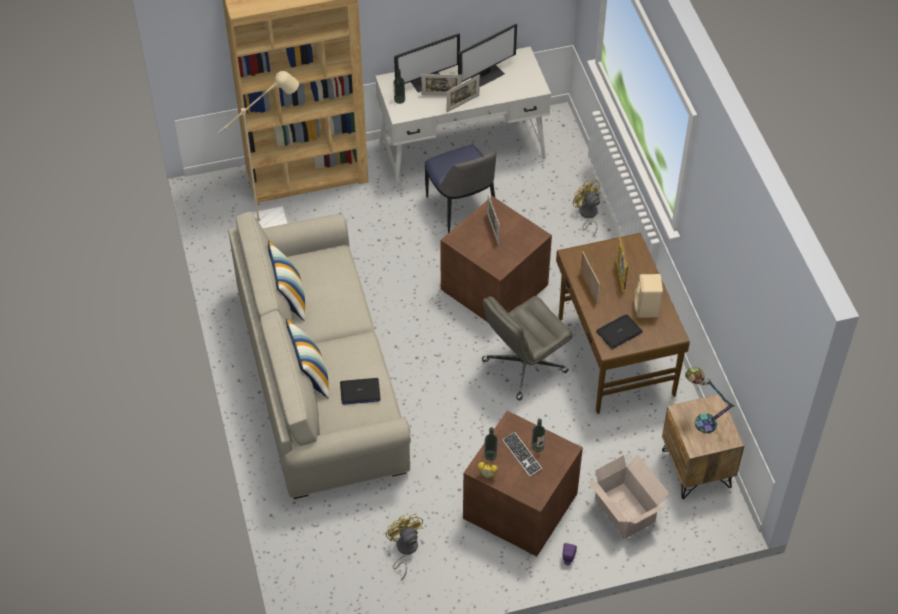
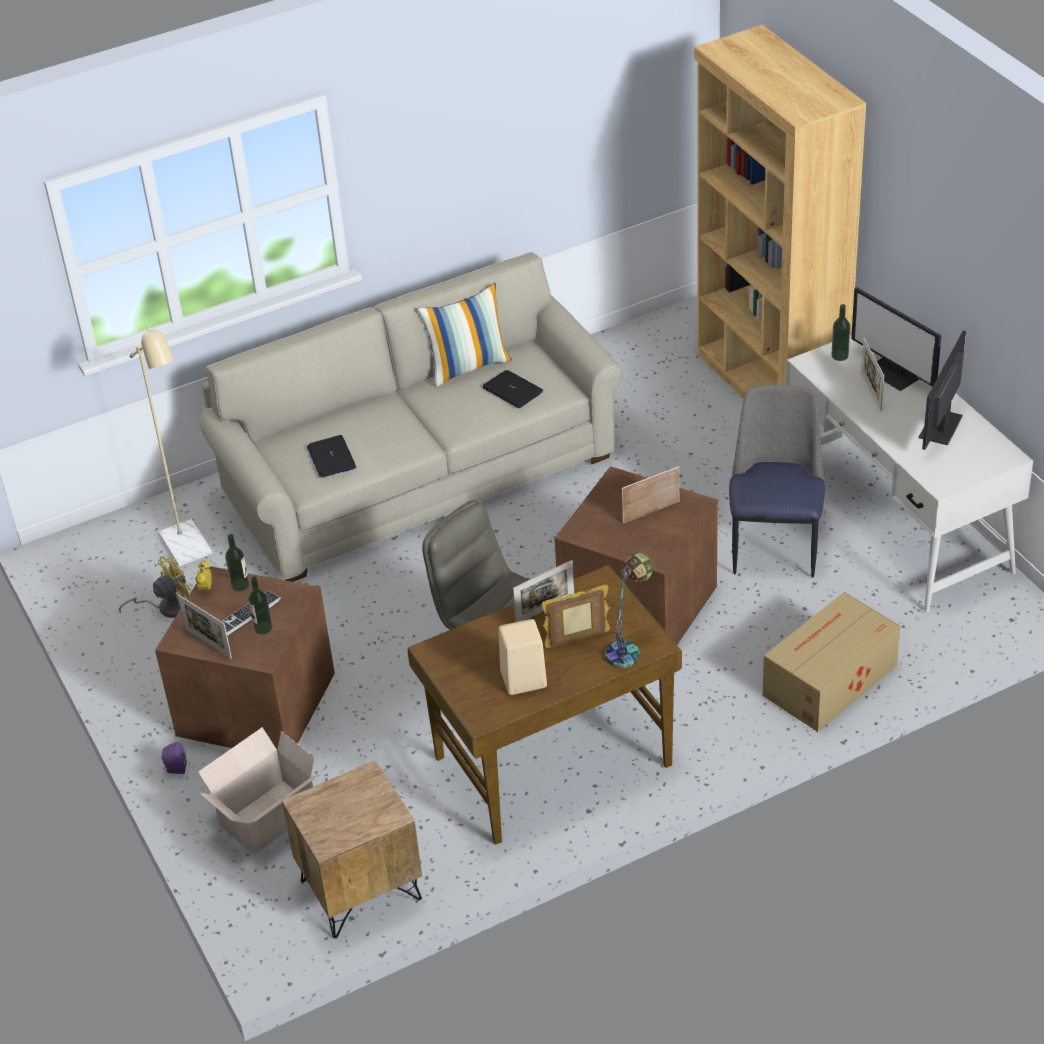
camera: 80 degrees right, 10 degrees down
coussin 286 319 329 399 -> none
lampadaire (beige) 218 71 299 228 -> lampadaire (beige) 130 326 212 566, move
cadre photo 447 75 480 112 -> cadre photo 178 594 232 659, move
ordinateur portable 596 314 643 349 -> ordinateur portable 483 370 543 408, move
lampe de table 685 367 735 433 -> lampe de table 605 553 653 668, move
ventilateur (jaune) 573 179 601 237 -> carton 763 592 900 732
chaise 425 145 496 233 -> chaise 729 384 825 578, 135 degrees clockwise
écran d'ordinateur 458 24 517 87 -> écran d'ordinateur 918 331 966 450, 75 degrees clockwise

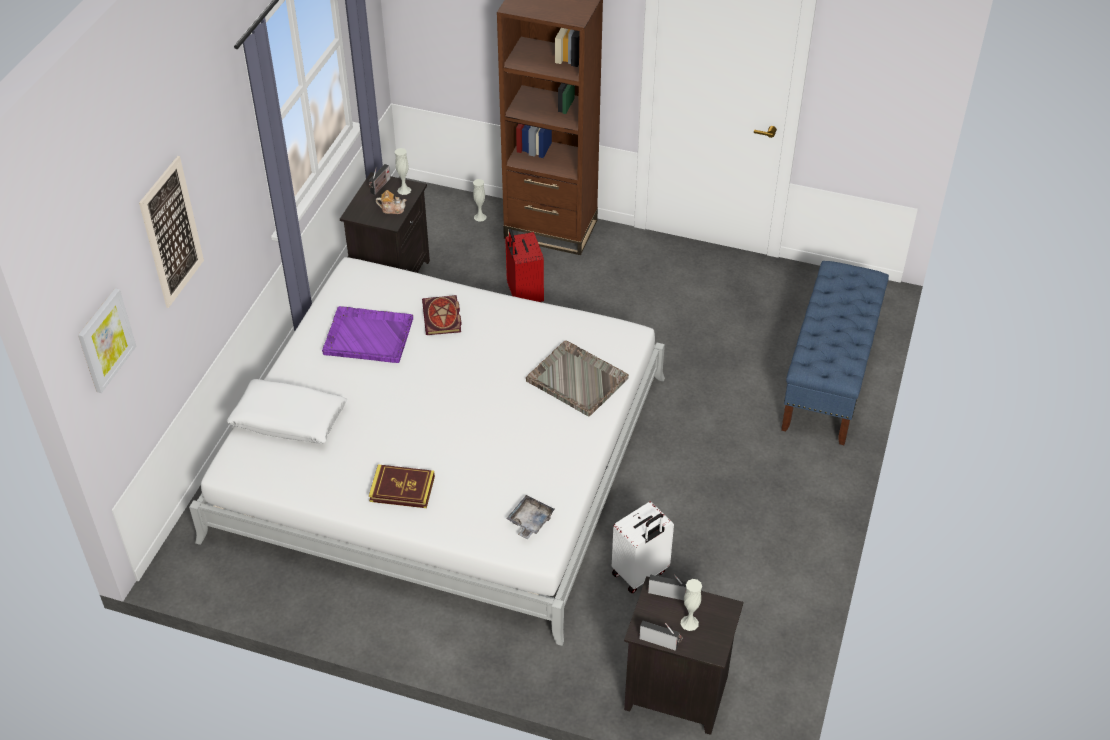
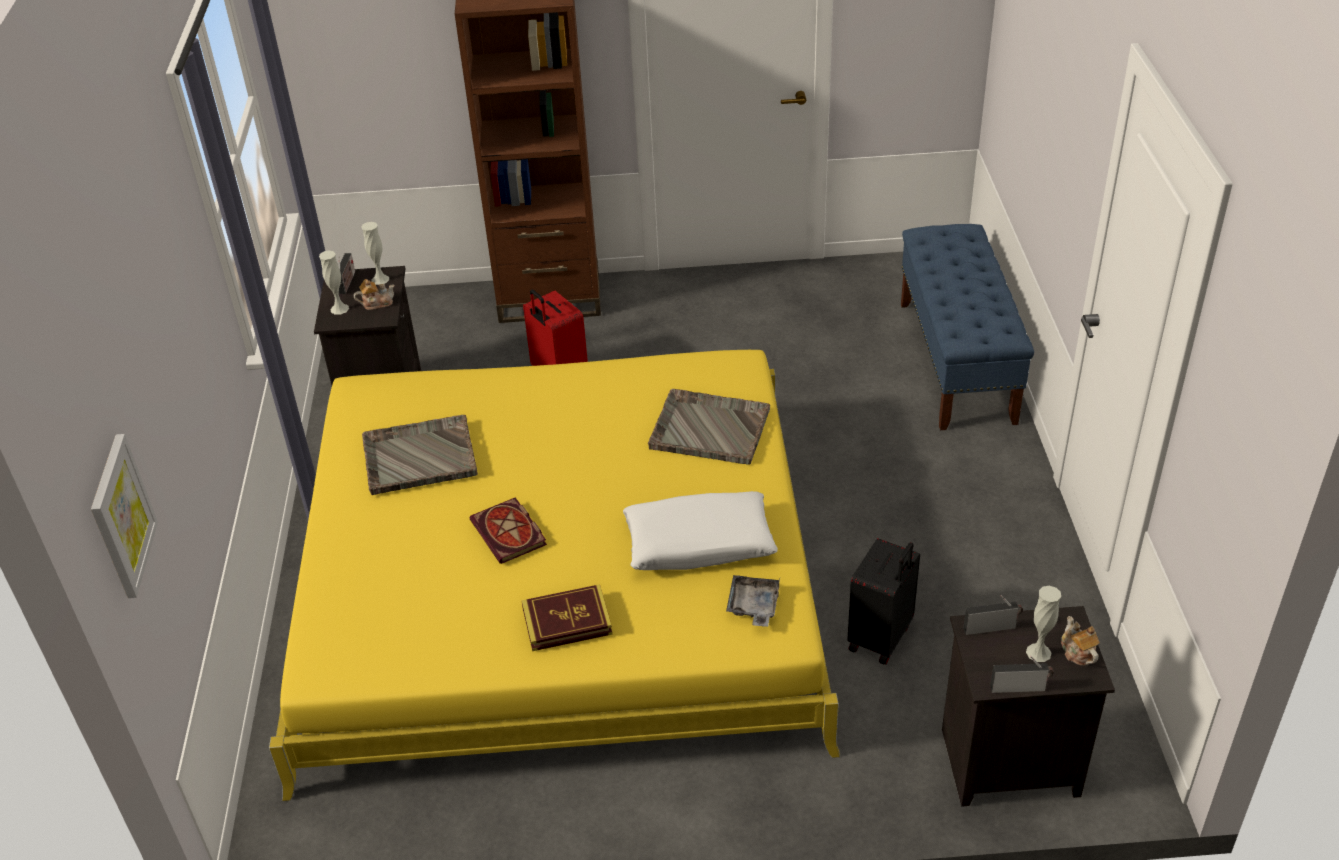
camera: 20 degrees left, 5 degrees down
tableau 139 156 204 308 -> none
none -> théière 1061 616 1100 666
coussin (blanc) 227 379 347 444 -> coussin (blanc) 623 491 778 570, move
livre 422 295 462 335 -> livre 470 498 547 564, move
vase (blanc) 473 179 487 222 -> vase (blanc) 319 251 349 315, move
lit (blanc) 189 257 665 646 -> lit (jaune) 269 350 840 801
plateau (violet) 322 306 413 363 -> plateau (gris) 362 415 478 495
valise (blanc) 612 502 674 593 -> valise (noir) 847 538 920 664

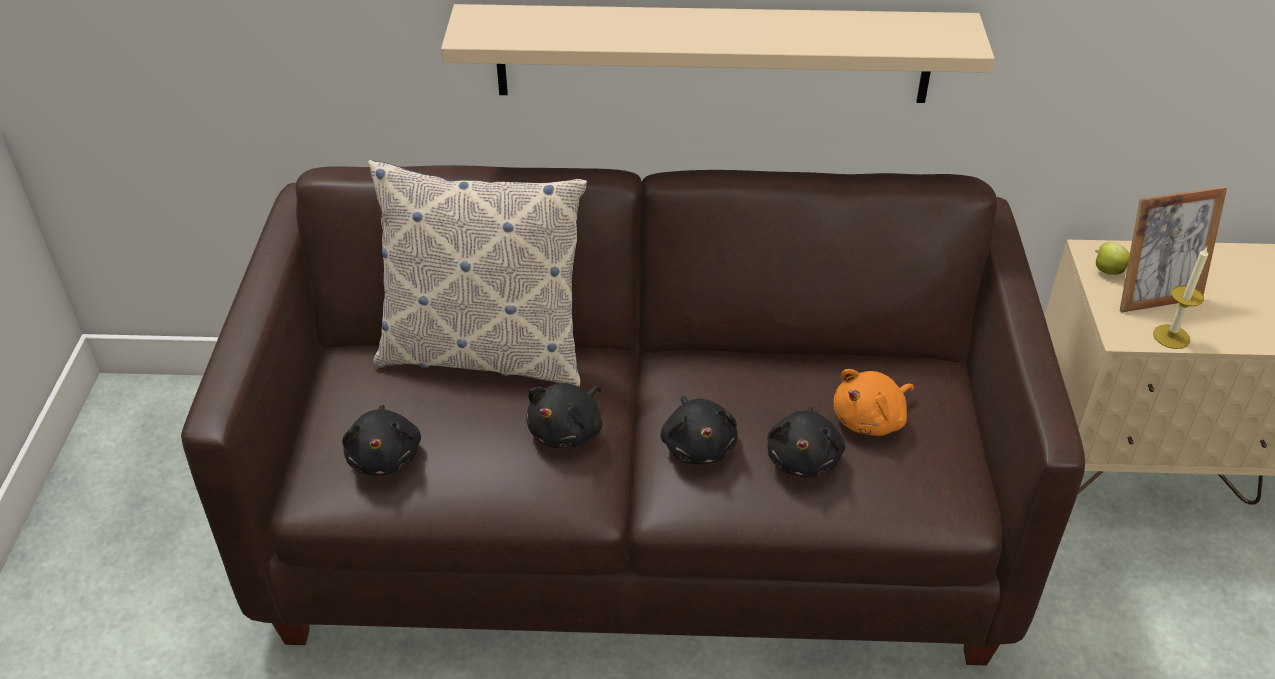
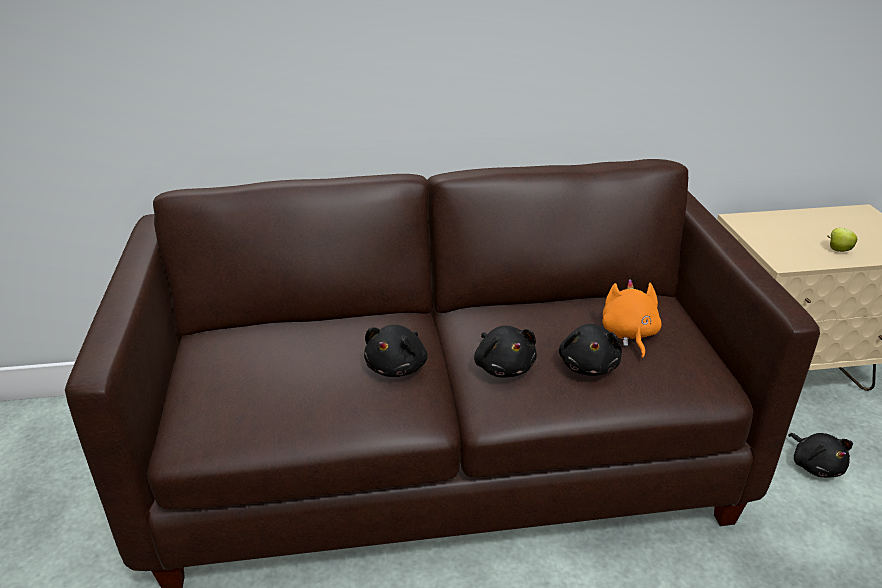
camera: 10 degrees left, 10 degrees down
coussin 368 160 587 387 -> none
étagère (beige) 441 4 995 103 -> none
cadre photo 1120 186 1227 313 -> none
bougie 1153 247 1208 349 -> none
peluche (noir) 342 405 421 475 -> peluche (noir) 788 433 853 477, move
pomme 1095 242 1130 275 -> pomme 827 228 857 252, move
peluche (orange) 833 369 914 436 -> peluche (orange) 602 279 662 359, 135 degrees clockwise

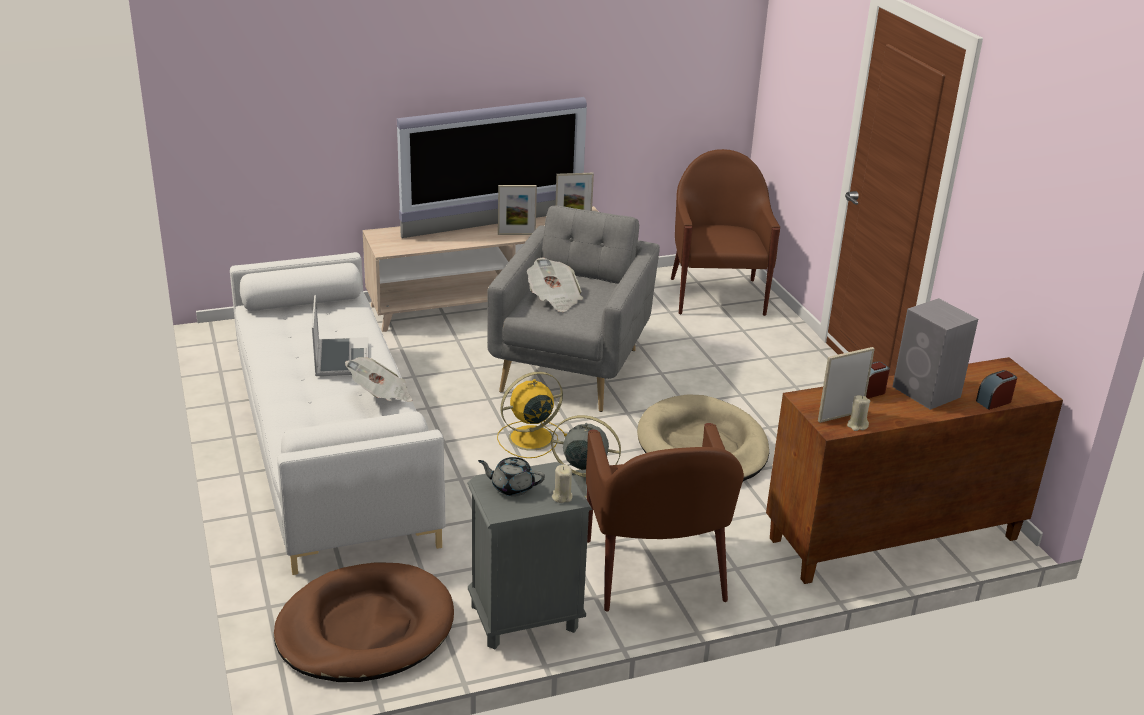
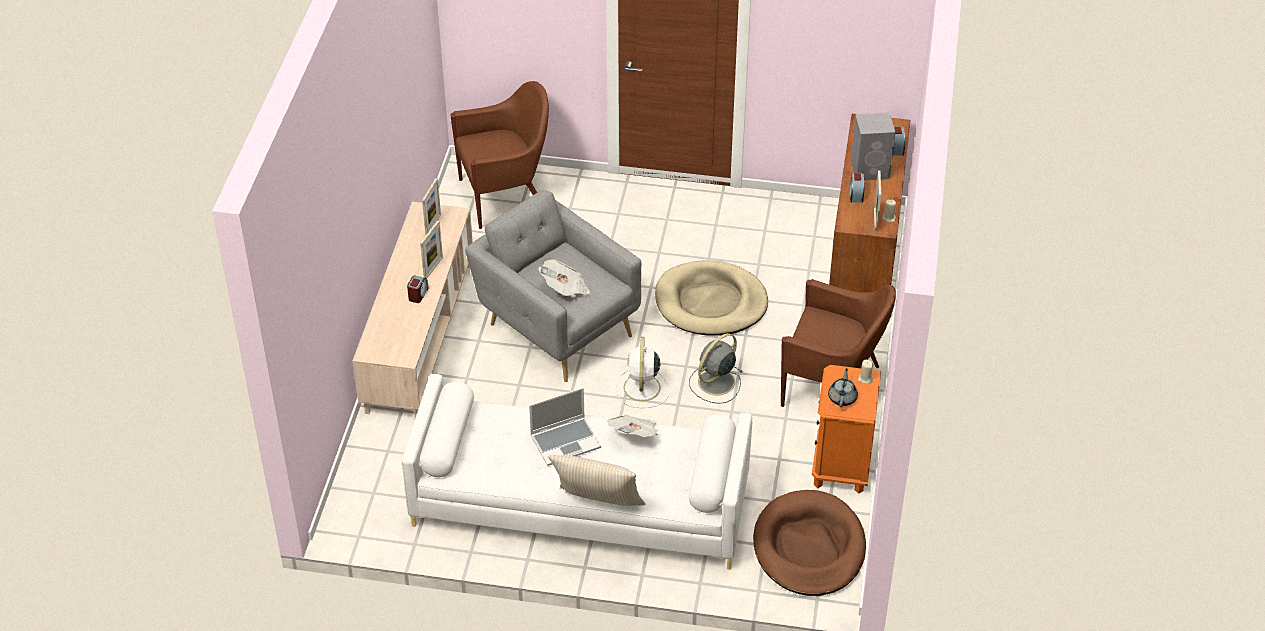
camera: 60 degrees left, 15 degrees up
téléviseur 397 97 587 238 -> none
none -> réveil 407 275 429 303
none -> coussin (beige) 548 455 645 506
table de chevet (gris) 467 462 592 649 -> table de chevet (orange) 812 365 881 494
ventilateur (jaune) 497 372 567 458 -> ventilateur (blanc) 616 337 669 408
ordinateur portable 312 295 369 376 -> ordinateur portable 529 388 601 466, 135 degrees clockwise
théière (gris) 478 457 545 496 -> théière (gris) 828 368 858 407, 150 degrees clockwise
fauteuil (marron) 671 149 780 316 -> fauteuil (marron) 450 81 549 229, 135 degrees clockwise

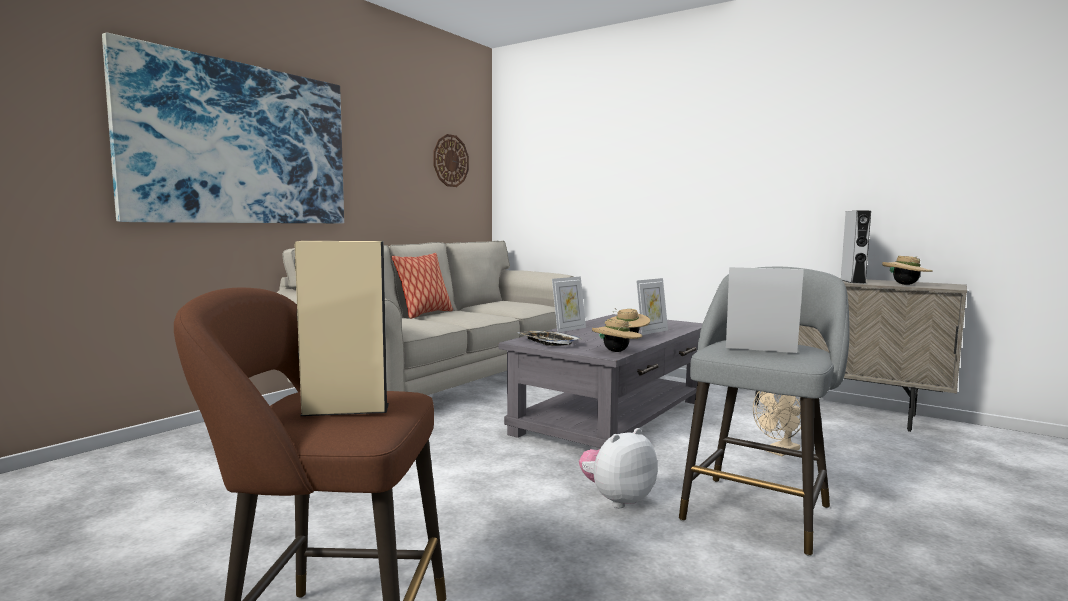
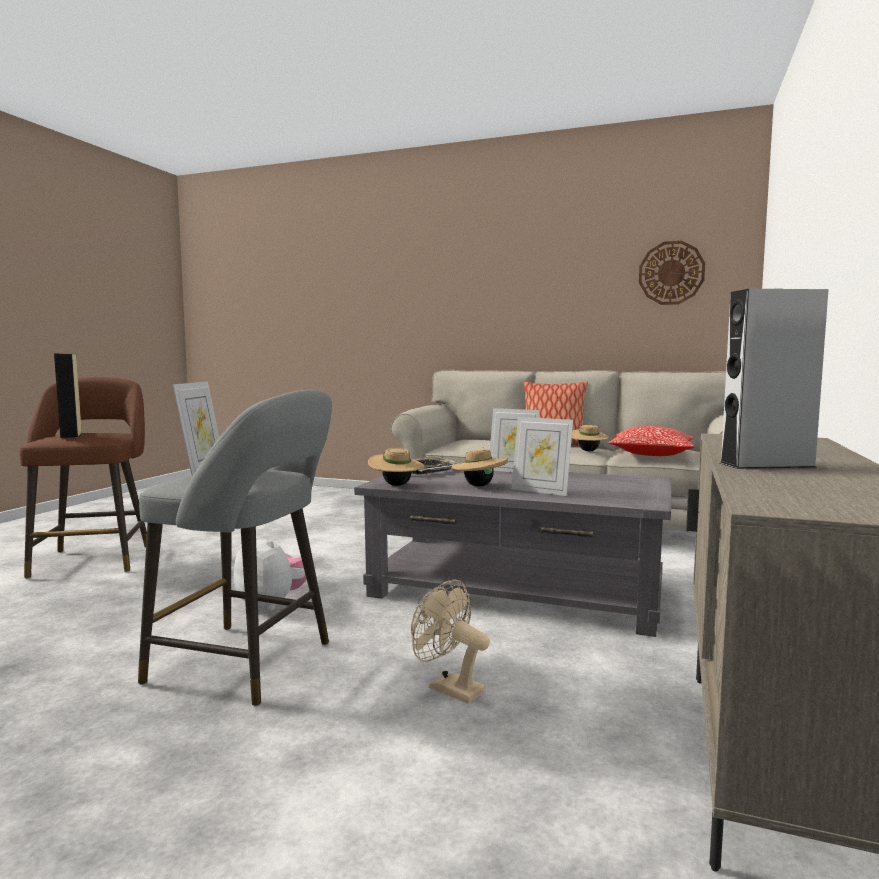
camera: 75 degrees right, 0 degrees up
tableau 102 32 344 223 -> none
none -> coussin 608 426 694 456
chapeau (beige) 882 256 933 285 -> chapeau (beige) 572 425 609 451, move

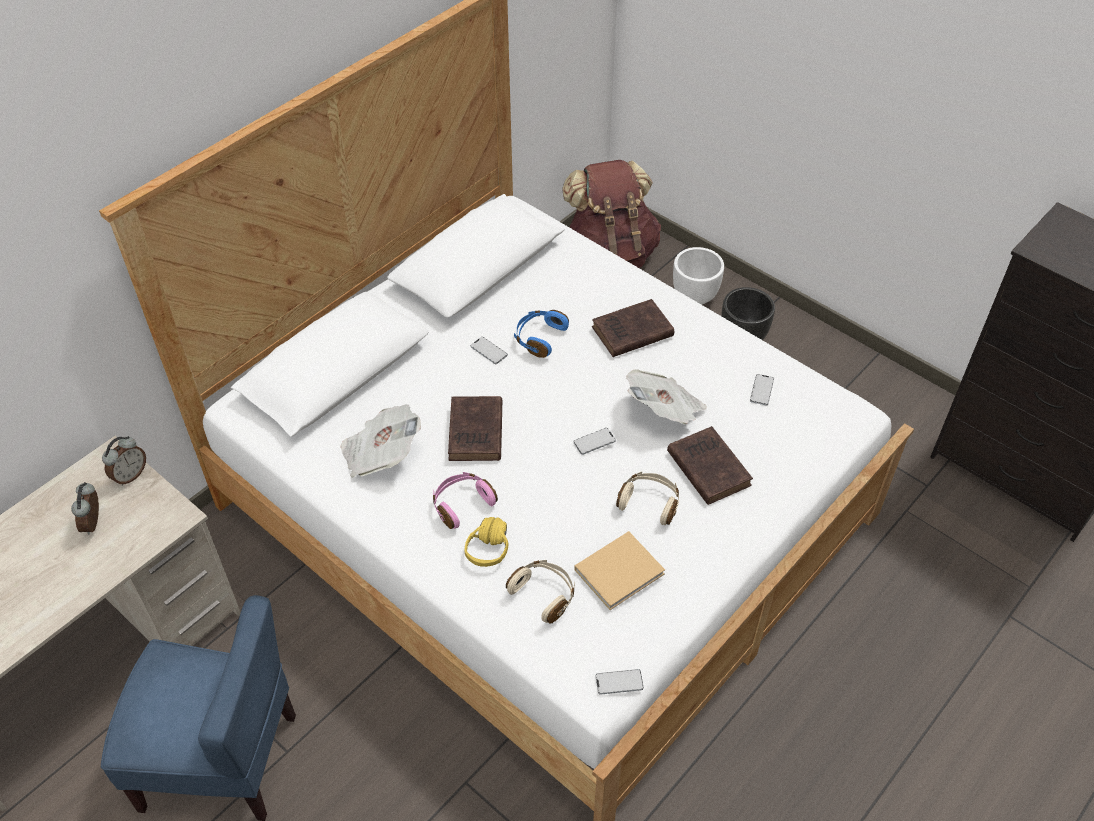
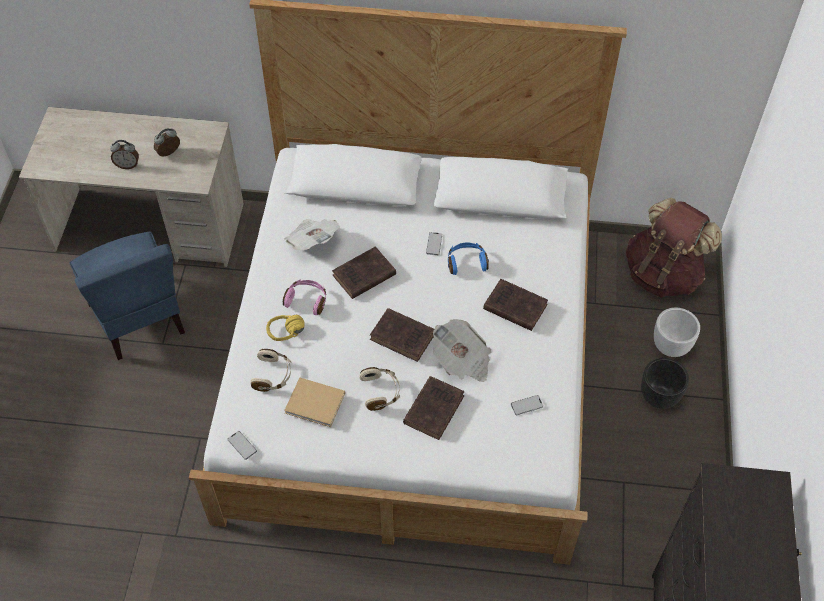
camera: 55 degrees right, 5 degrees up
réveil 102 436 146 486 -> réveil 110 140 139 169, move
téléphone 573 428 616 455 -> livre (marron) 370 308 434 362

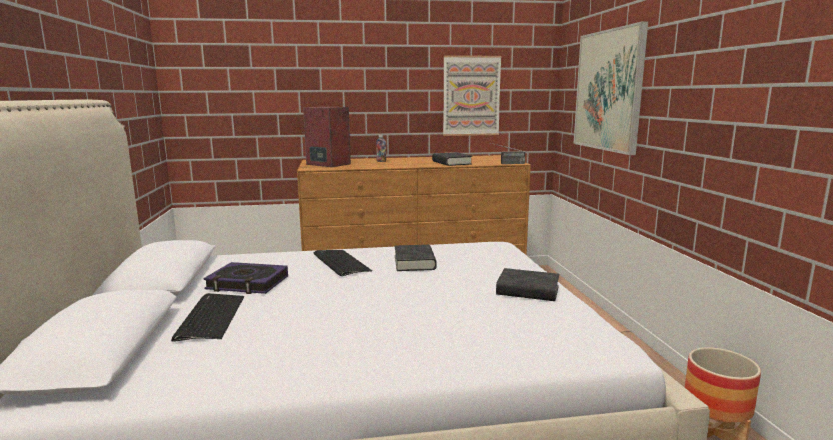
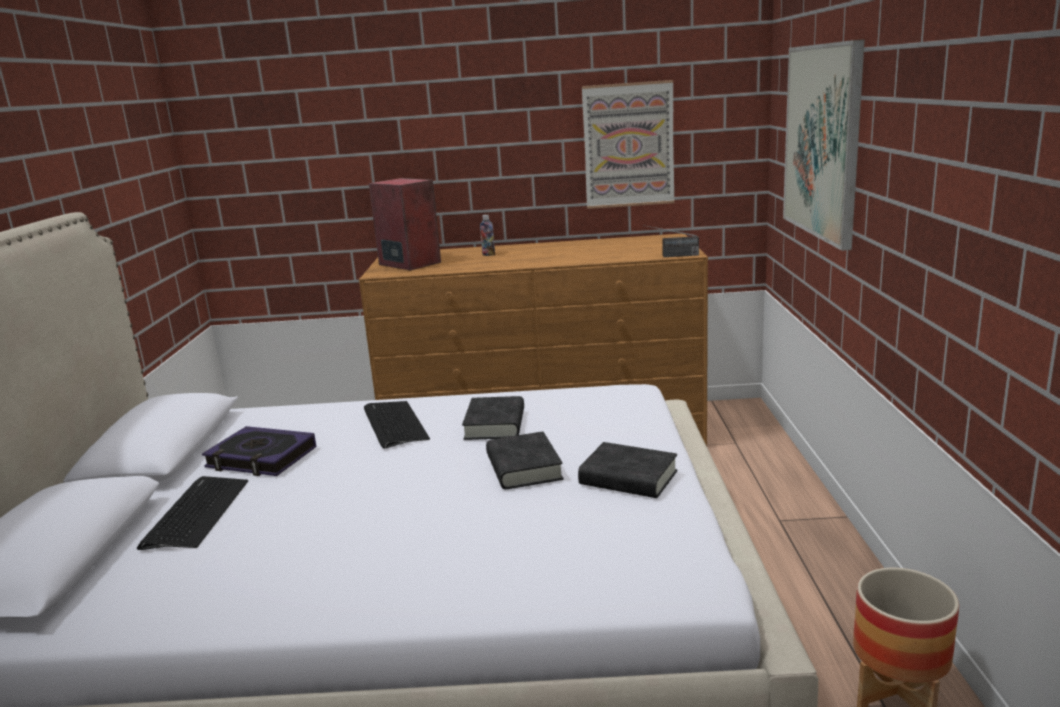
camera: 10 degrees right, 5 degrees up
livre (noir) 432 152 472 166 -> livre (noir) 486 431 564 489, move

